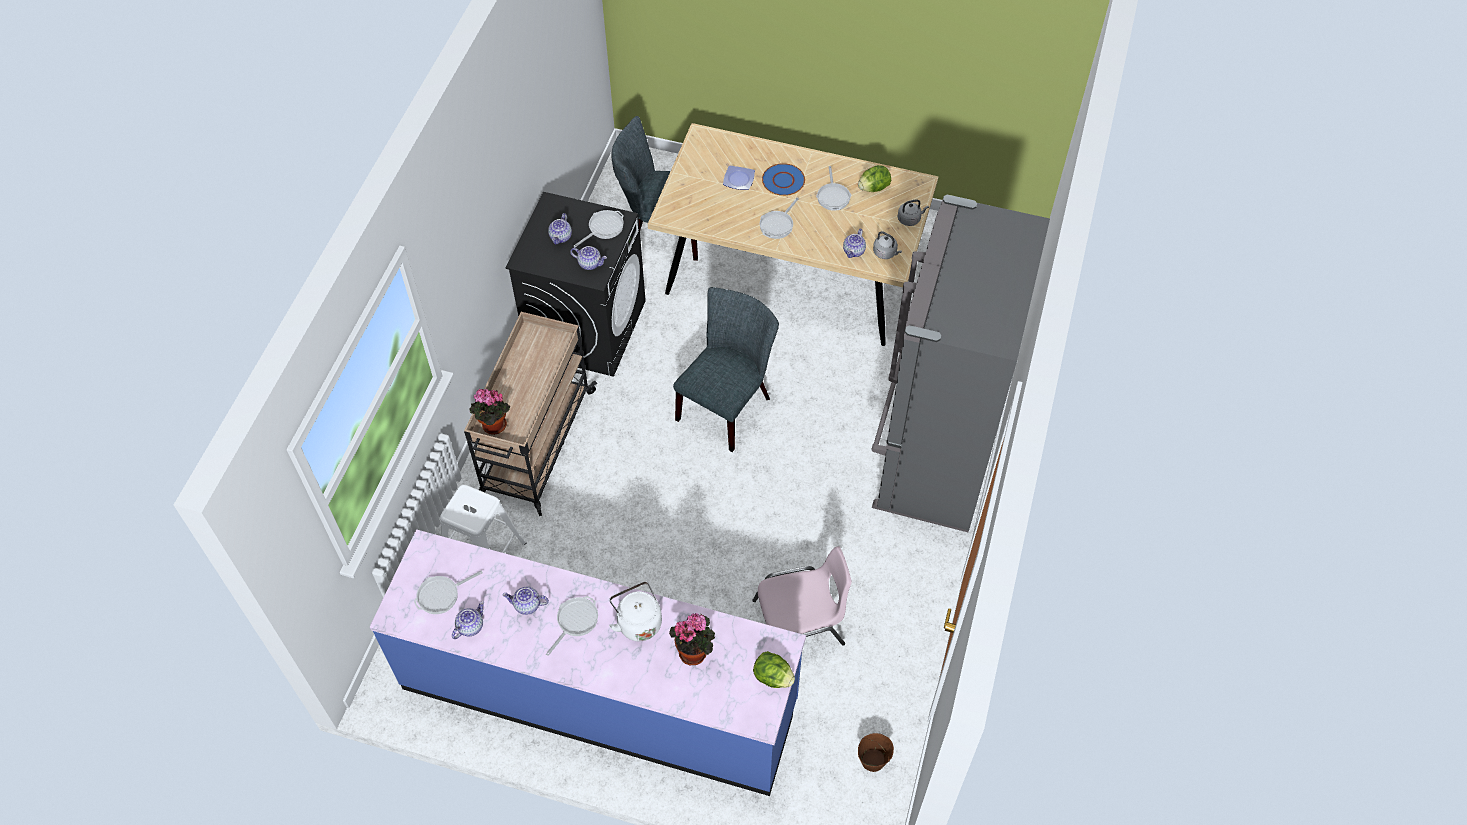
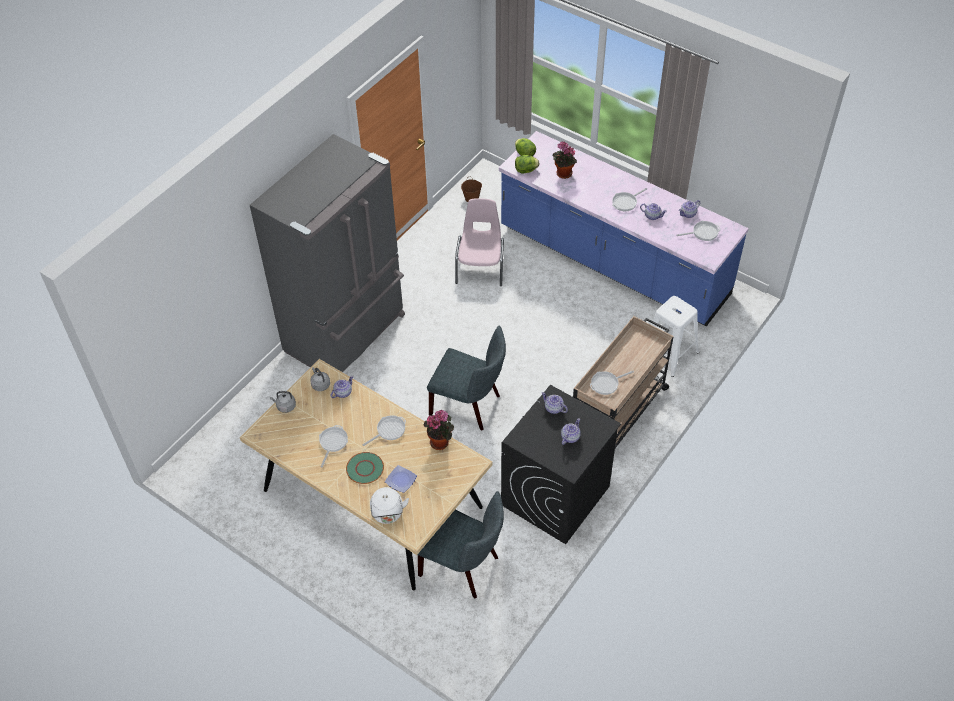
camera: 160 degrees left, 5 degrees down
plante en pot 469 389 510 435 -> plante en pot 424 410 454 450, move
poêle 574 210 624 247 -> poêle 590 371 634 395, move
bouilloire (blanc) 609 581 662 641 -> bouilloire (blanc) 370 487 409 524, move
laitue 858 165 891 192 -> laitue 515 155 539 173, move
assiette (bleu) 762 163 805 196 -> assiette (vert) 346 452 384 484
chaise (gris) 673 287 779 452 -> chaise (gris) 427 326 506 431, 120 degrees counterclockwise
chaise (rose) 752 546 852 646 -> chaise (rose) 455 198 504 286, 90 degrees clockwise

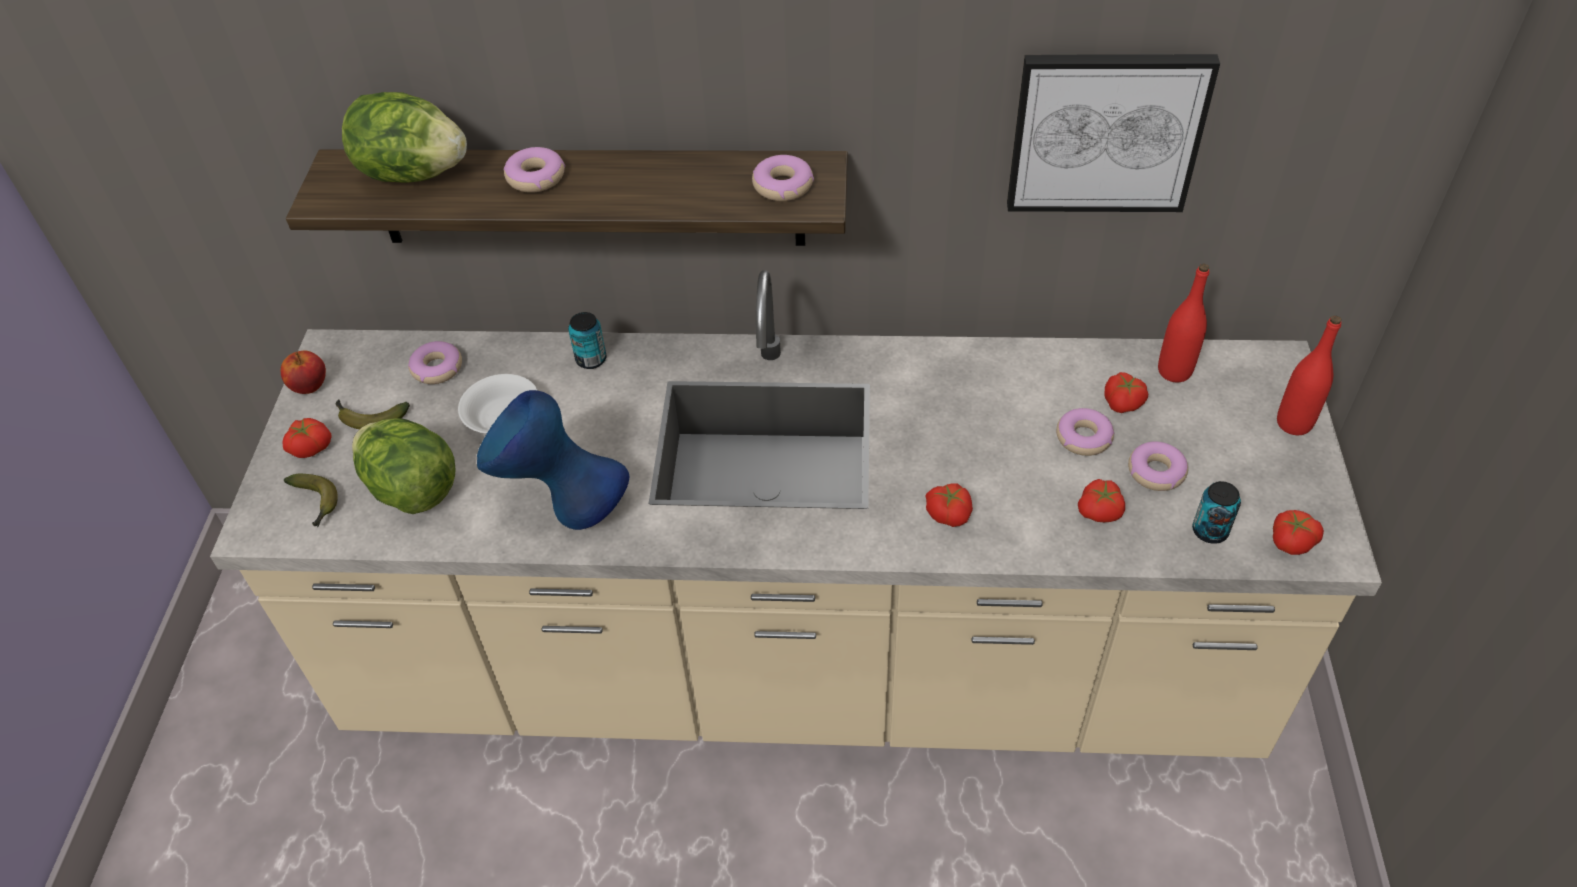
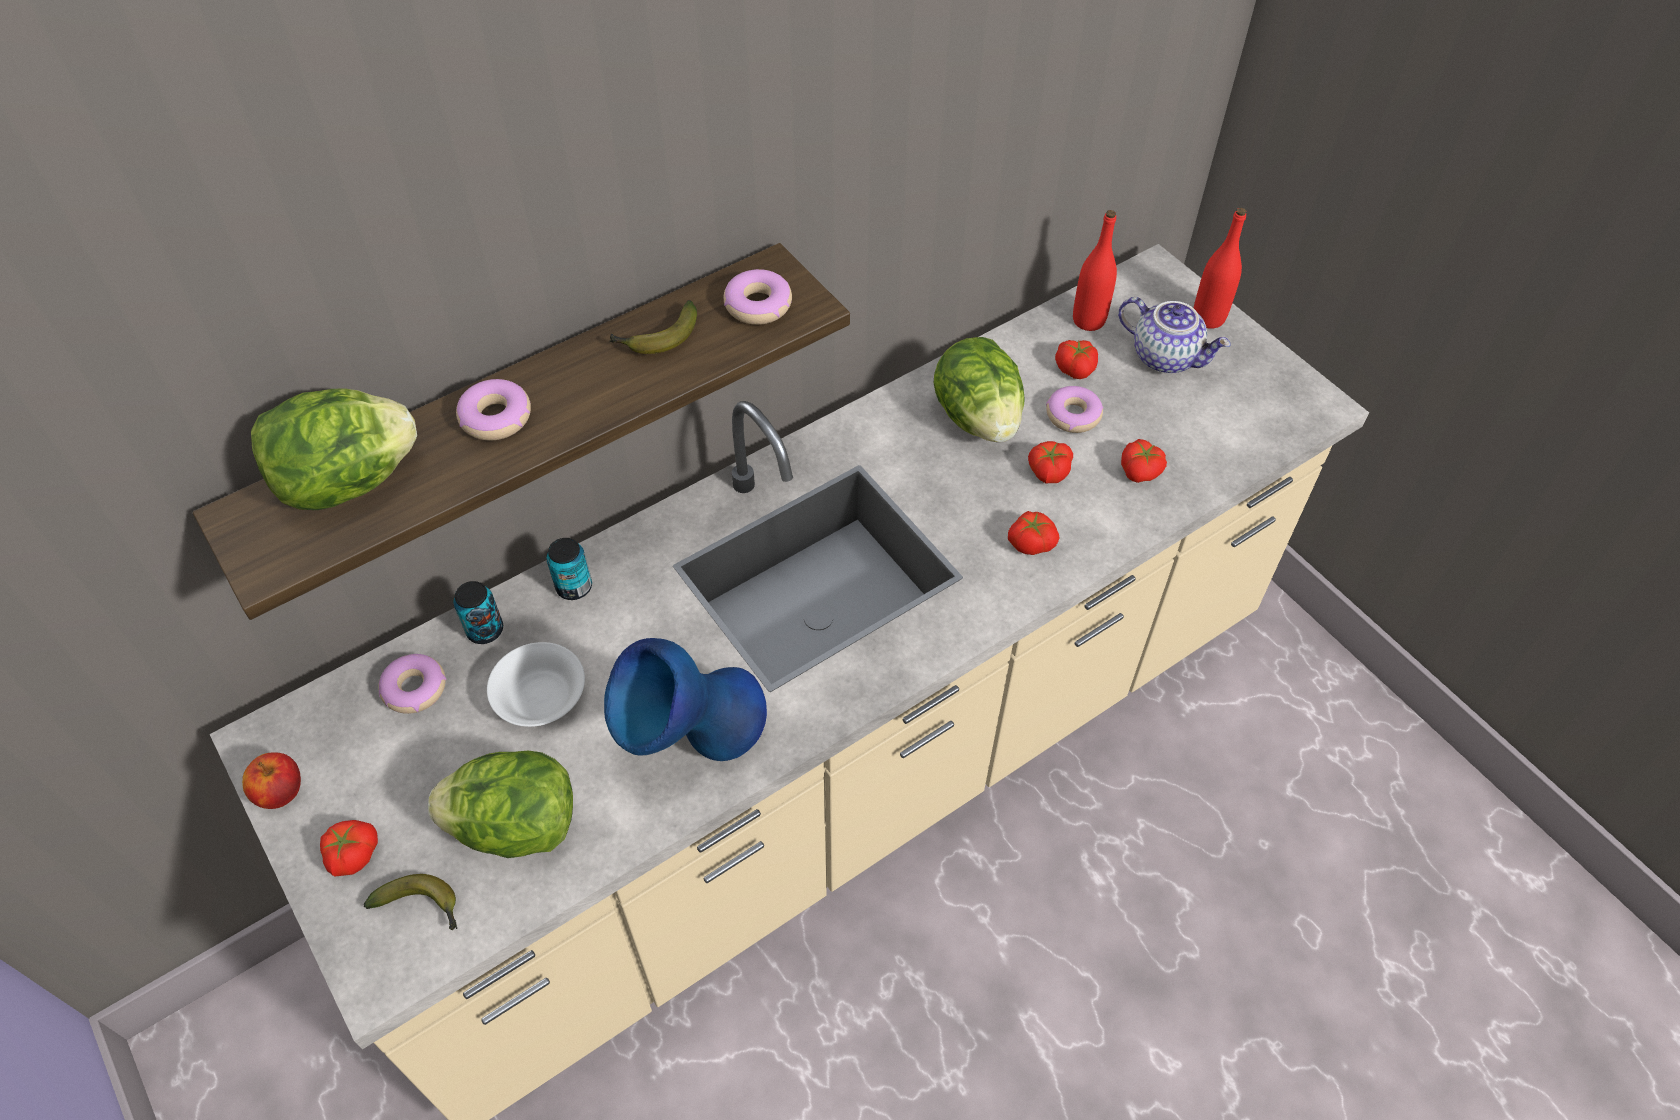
camera: 40 degrees left, 5 degrees up
tableau 1007 54 1220 212 -> none
beignet 1128 442 1188 491 -> none
none -> laitue 934 337 1025 442
none -> théière 1118 297 1231 373
banane 335 399 410 429 -> banane 609 300 697 354, move
boîte métallique 1192 481 1241 544 -> boîte métallique 453 581 503 644, move
tomate 1273 510 1324 555 -> tomate 1028 441 1073 483, move

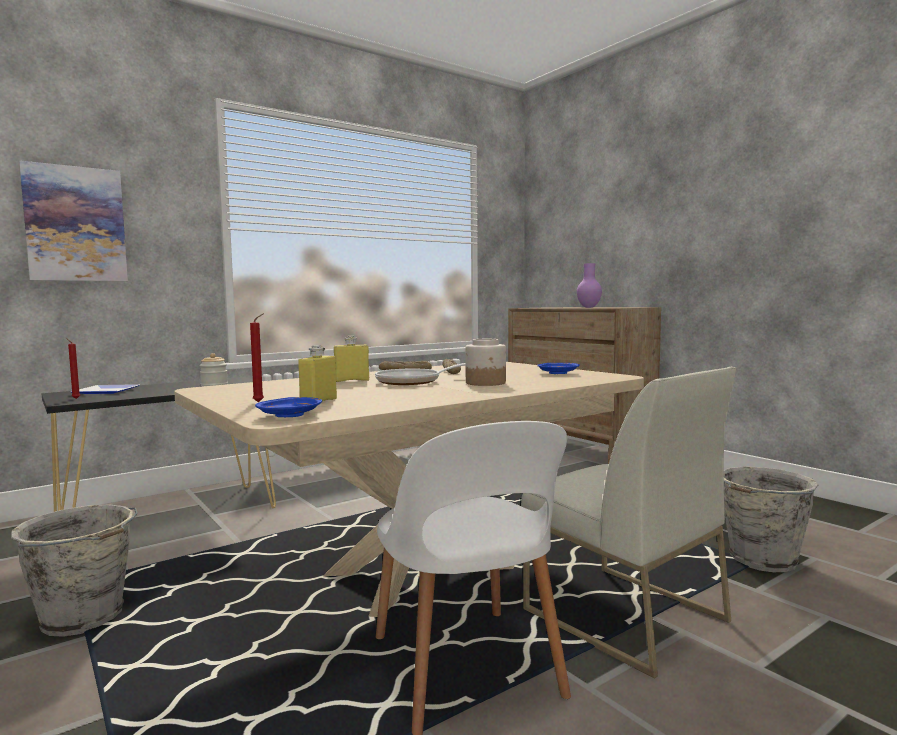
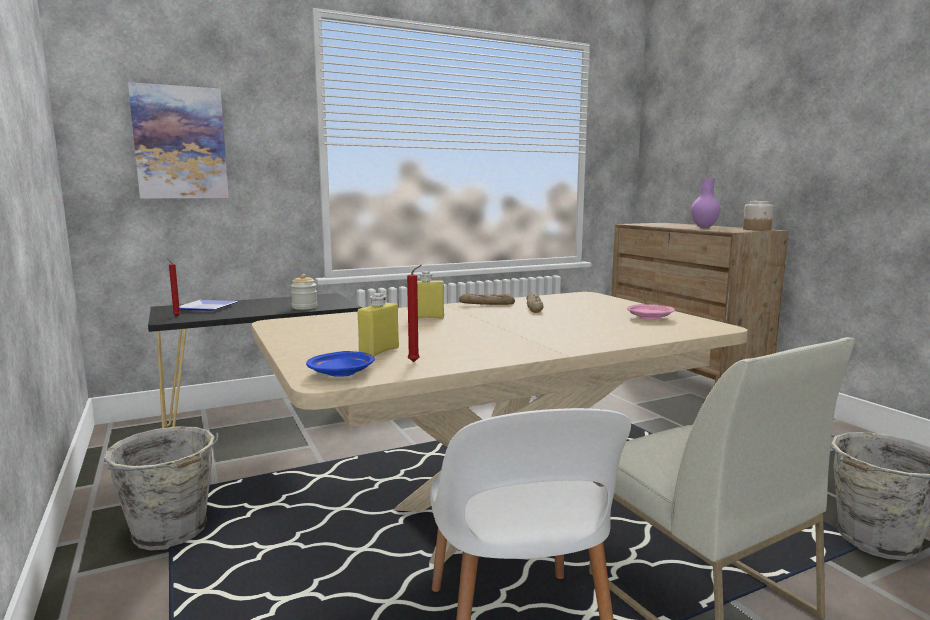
camera: 10 degrees right, 5 degrees up
poêle 375 363 465 385 -> none
bougie (rouge) 250 314 264 402 -> bougie (rouge) 407 265 422 362, move
bocal 465 339 506 386 -> bocal 743 201 774 230, move
assiette (bleu) 537 363 580 374 -> assiette (rose) 627 304 675 319

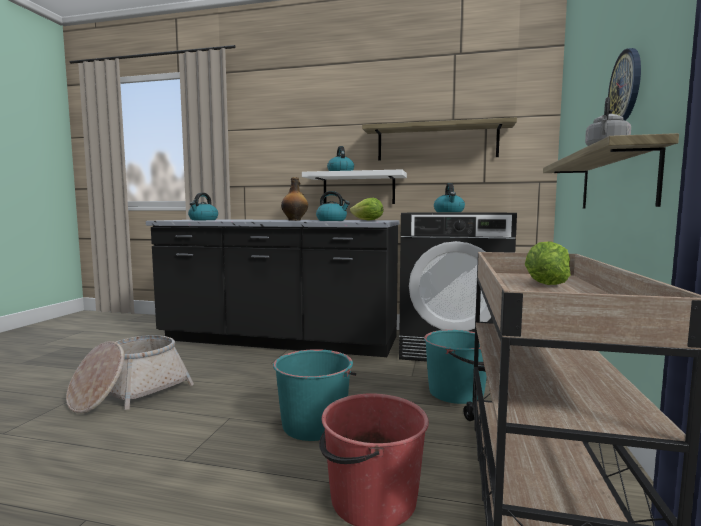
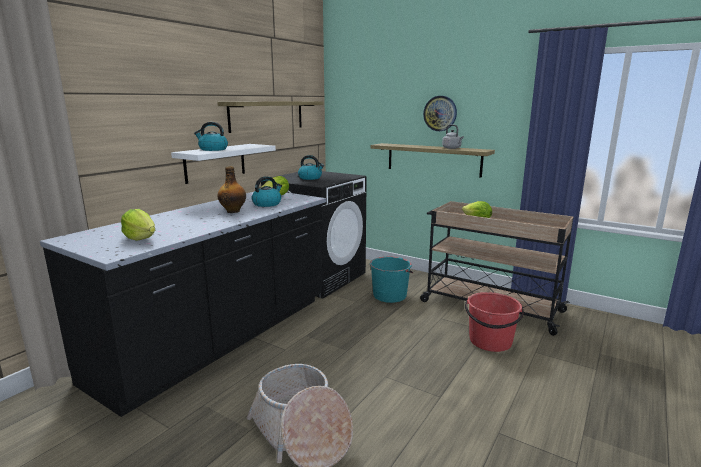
camera: 70 degrees left, 10 degrees up
seau (turquoise) 273 349 356 441 -> none
bouilloire 188 193 218 220 -> laitue 121 209 155 240

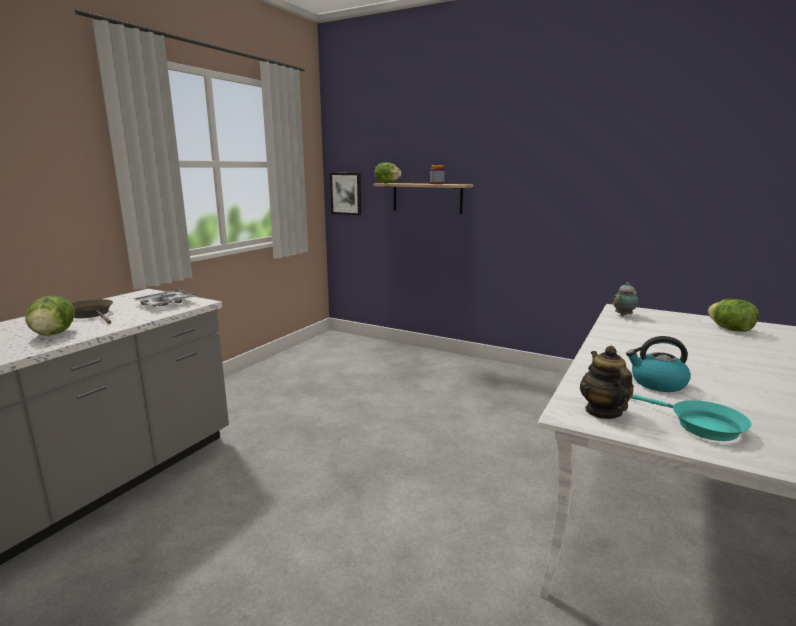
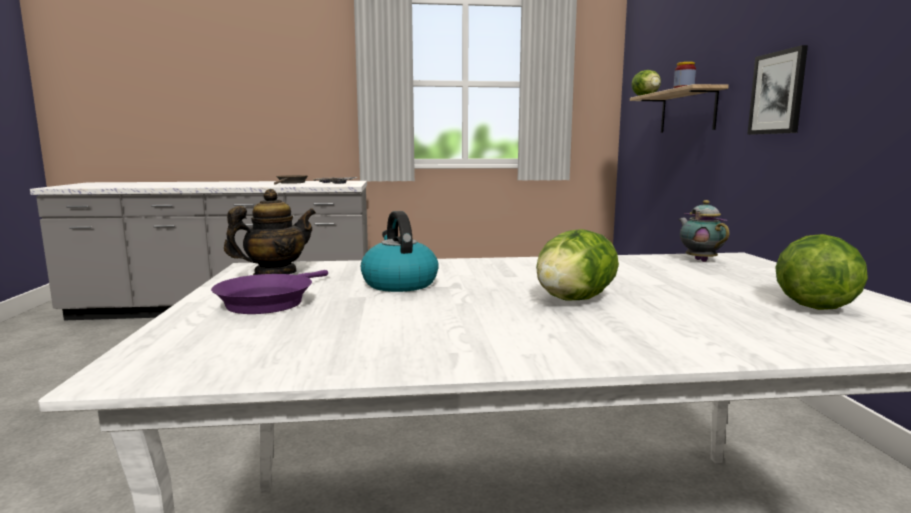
camera: 55 degrees right, 5 degrees down
laitue 25 296 75 336 -> laitue 536 229 619 300, move
tableau 330 173 361 216 -> tableau 747 45 808 135, move
poêle (turquoise) 631 394 751 441 -> poêle (violet) 211 270 328 314
théière 612 282 639 316 -> théière 679 200 729 262, 120 degrees counterclockwise

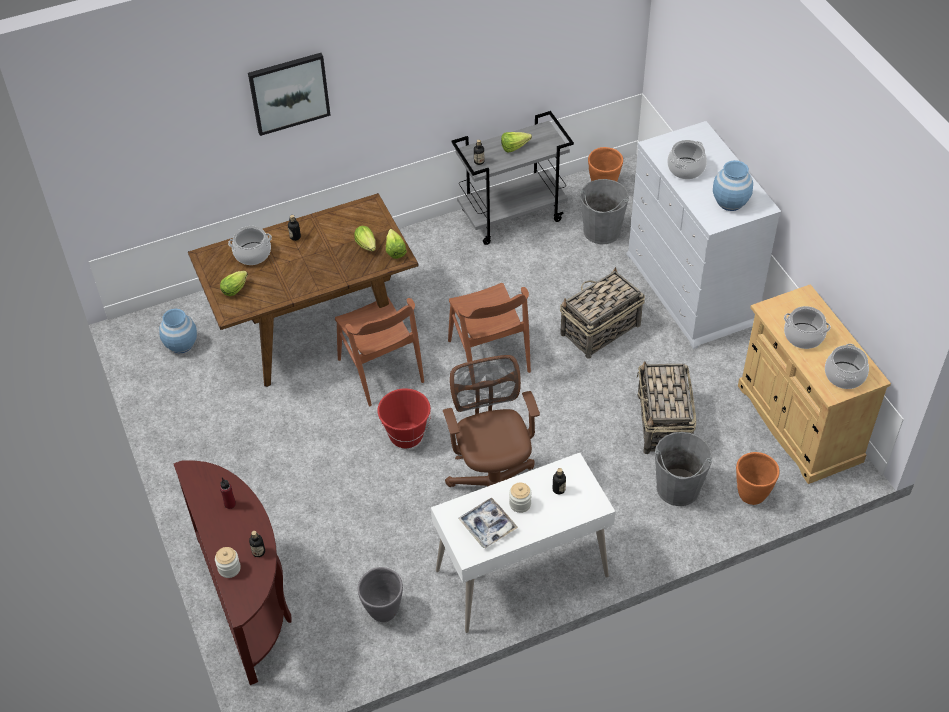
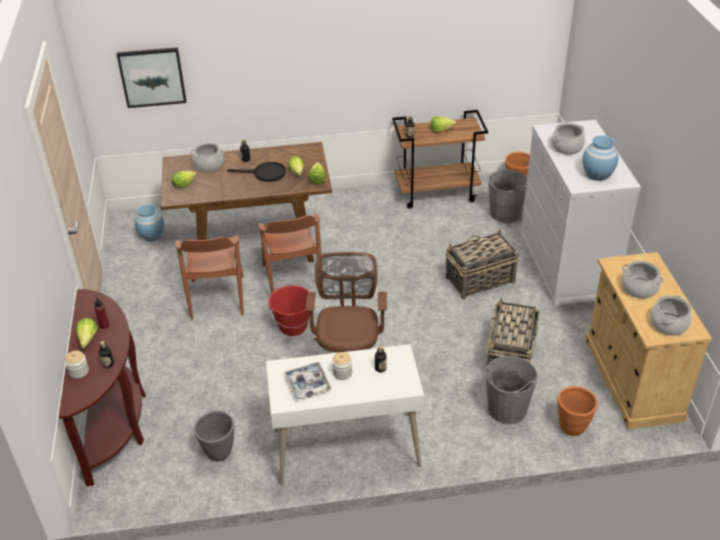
camera: 15 degrees right, 10 degrees down
none -> laitue 76 318 98 349
none -> poêle (noir) 227 162 286 182
tableau 248 53 331 136 -> tableau 117 47 187 108, move
chaise (marron) 448 283 531 373 -> chaise (marron) 175 235 244 320, move
chariot (gris) 451 111 574 245 -> chariot (marron) 392 110 488 209

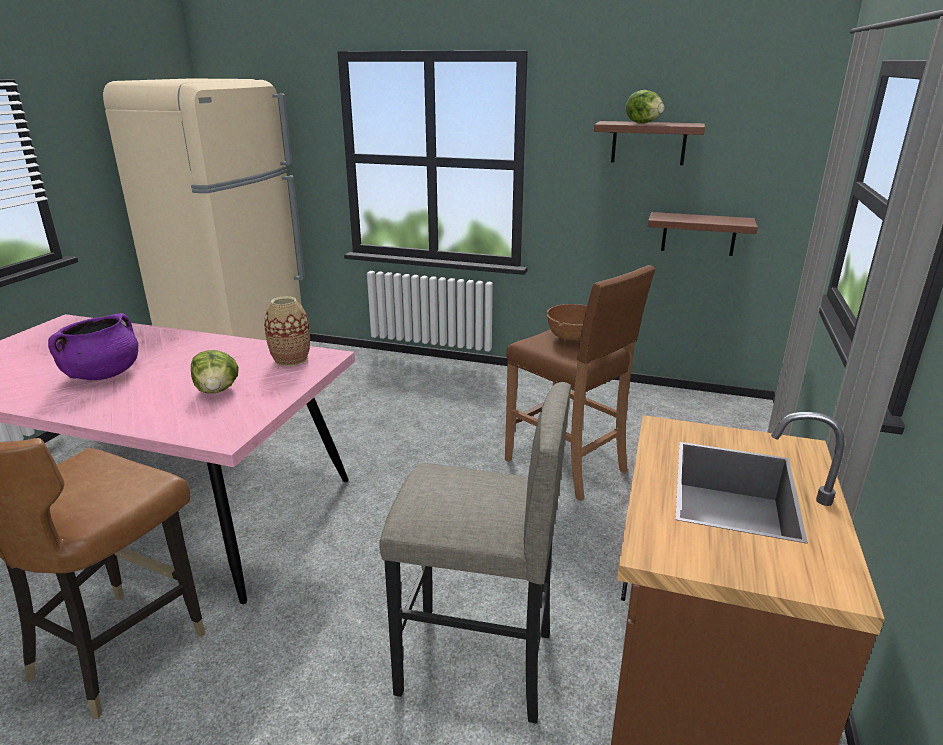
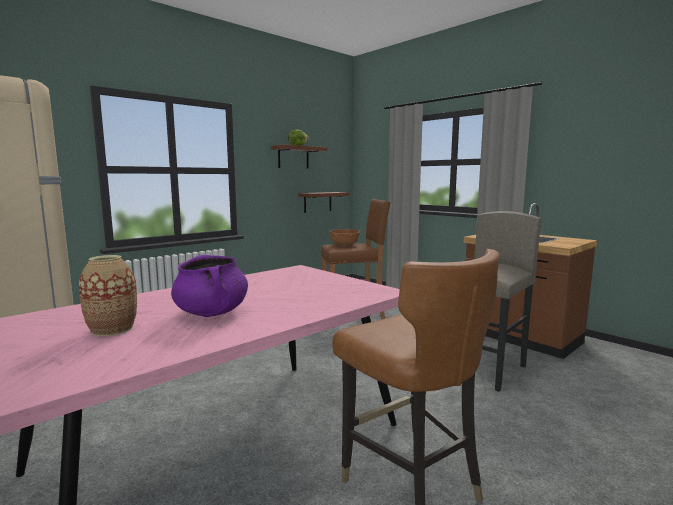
camera: 60 degrees left, 15 degrees down
laitue 191 350 239 393 -> none
vase 264 296 310 366 -> vase 79 255 137 336, move

